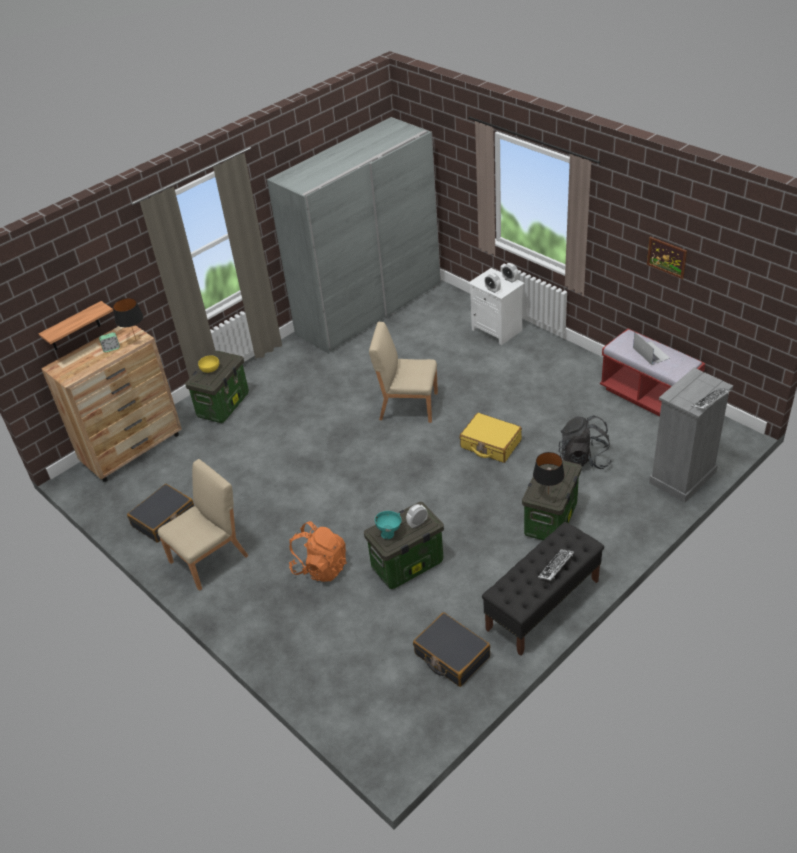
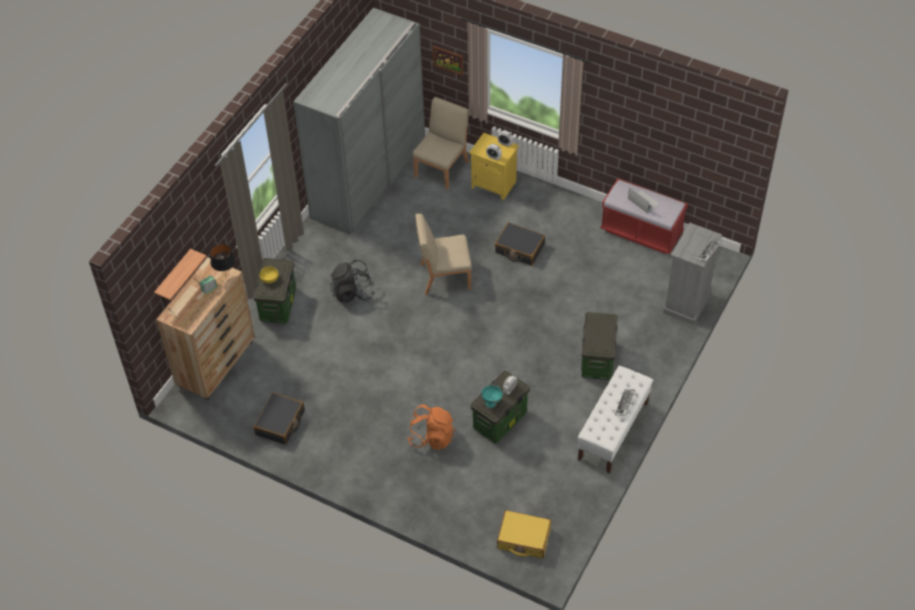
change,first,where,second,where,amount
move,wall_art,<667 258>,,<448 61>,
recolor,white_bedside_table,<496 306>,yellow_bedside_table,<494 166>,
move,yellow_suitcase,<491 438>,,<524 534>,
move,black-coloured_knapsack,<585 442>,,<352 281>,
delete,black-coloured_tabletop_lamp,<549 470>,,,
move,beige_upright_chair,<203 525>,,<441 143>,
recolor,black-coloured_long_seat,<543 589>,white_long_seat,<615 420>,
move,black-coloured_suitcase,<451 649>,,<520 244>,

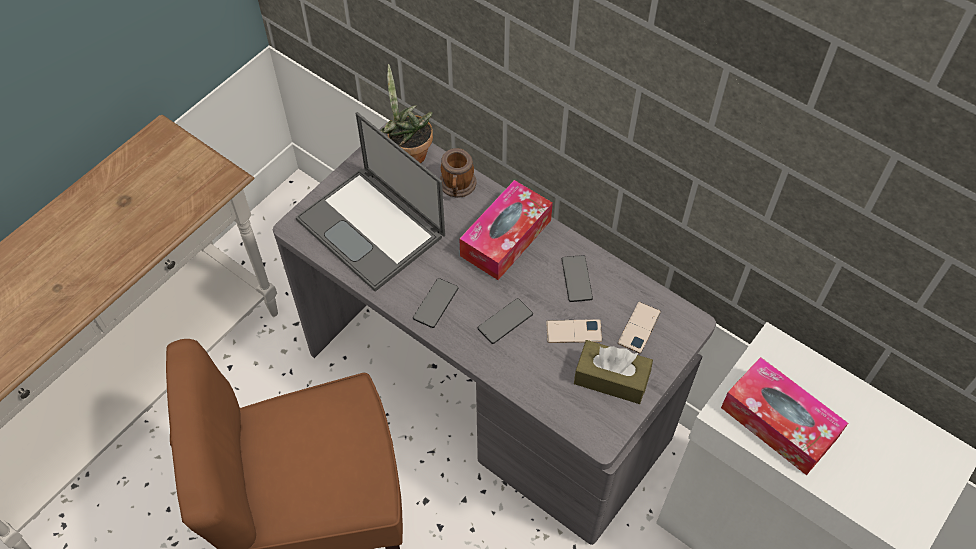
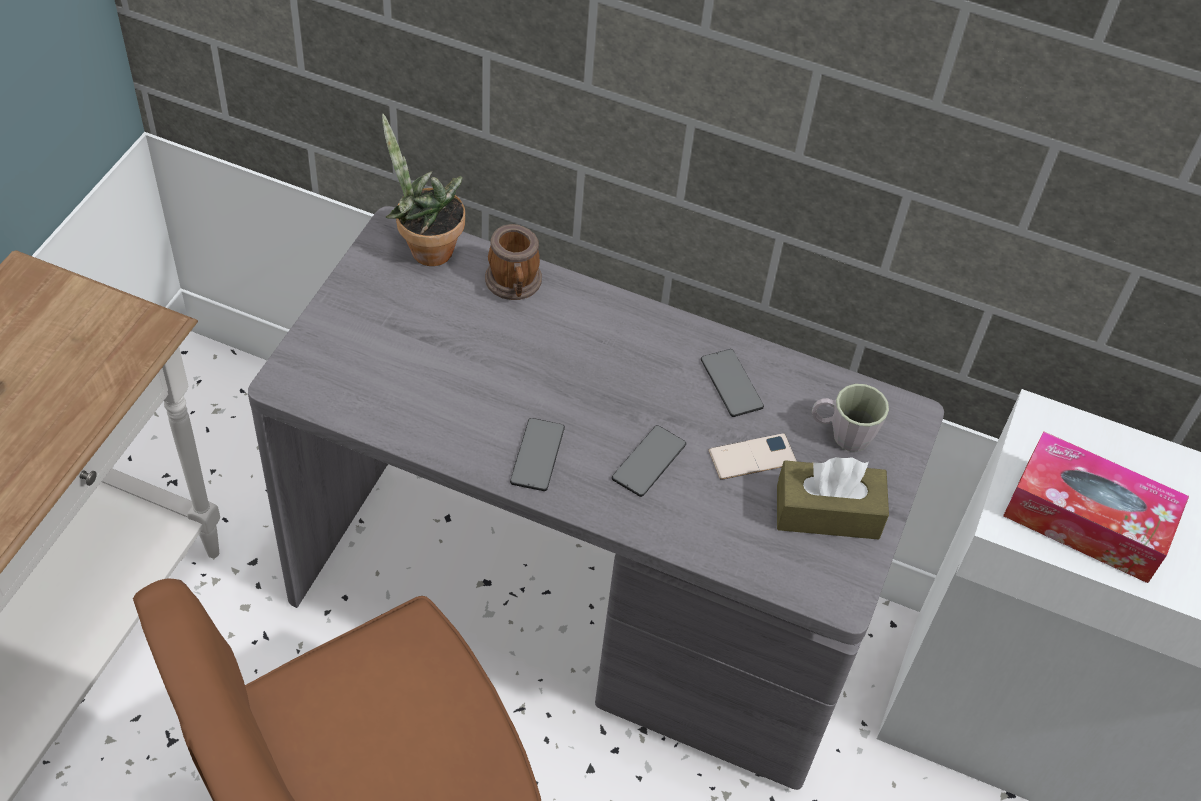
change,first,where,second,where,amount
delete,portable_computer,<370 202>,,,
delete,tissue_holder,<506 230>,,,
replace,telephone,<639 327>,greyish_mug,<850 418>,

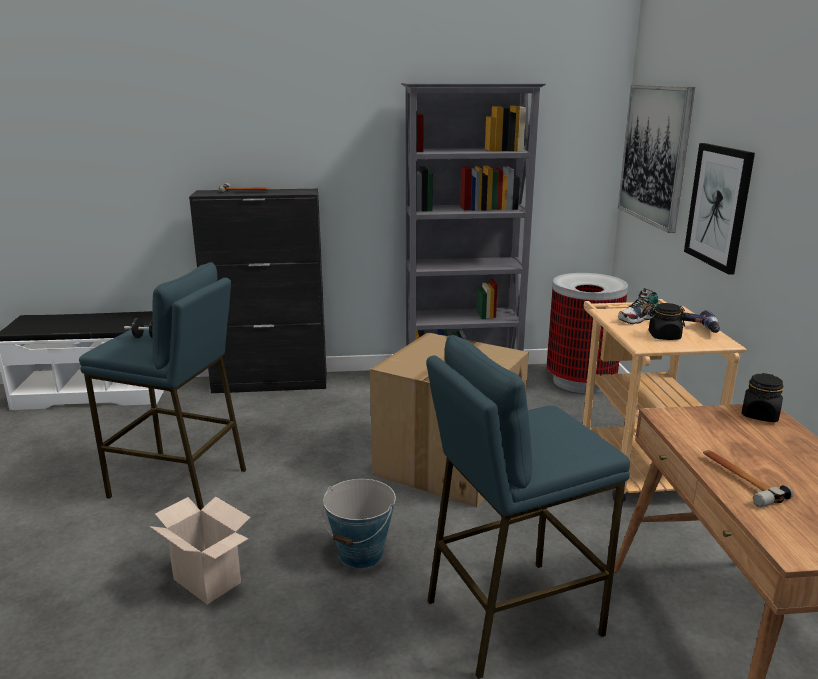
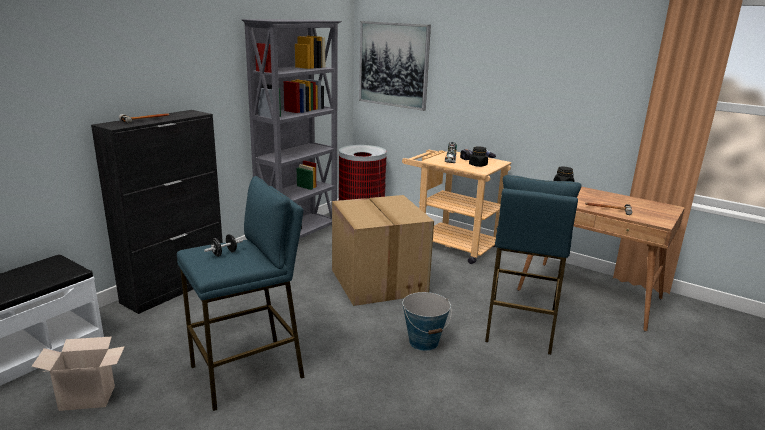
change,first,where,second,where,amount
delete,wall_art,<719 209>,,,
move,packing_box,<200 550>,,<78 373>,

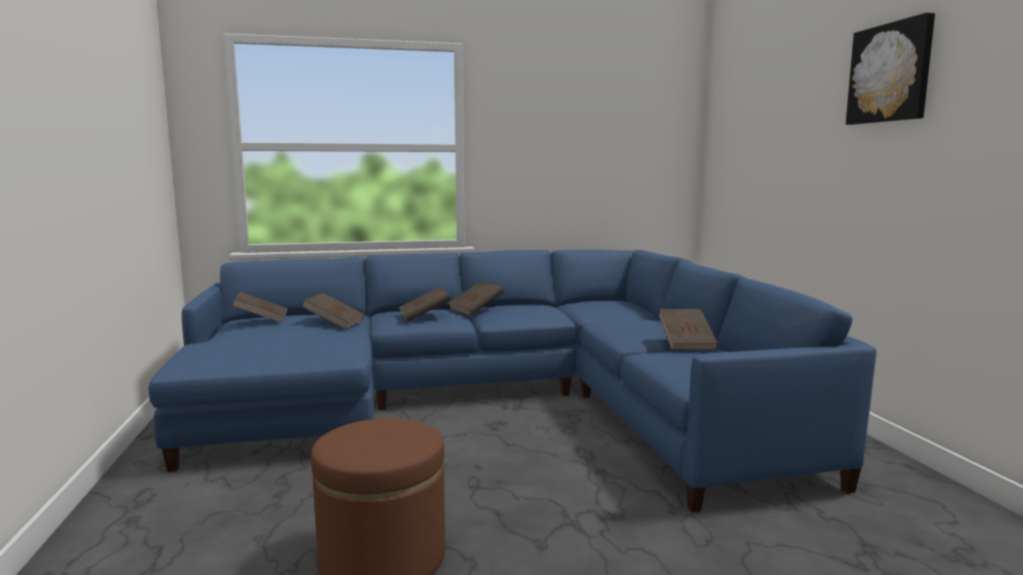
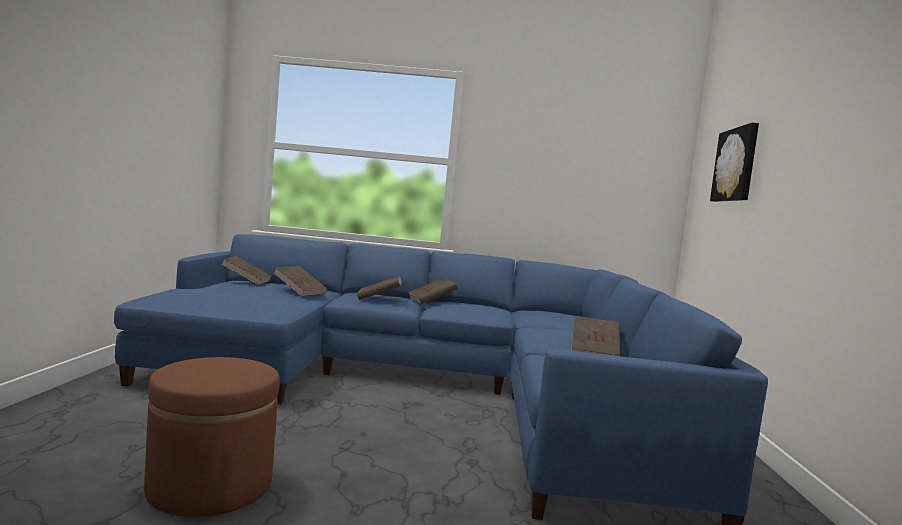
change,first,where,second,where,amount
move,wall_art,<890 68>,,<734 162>,

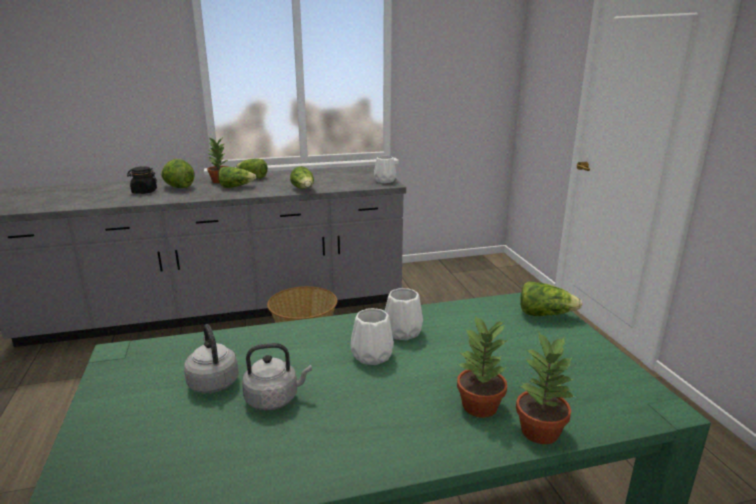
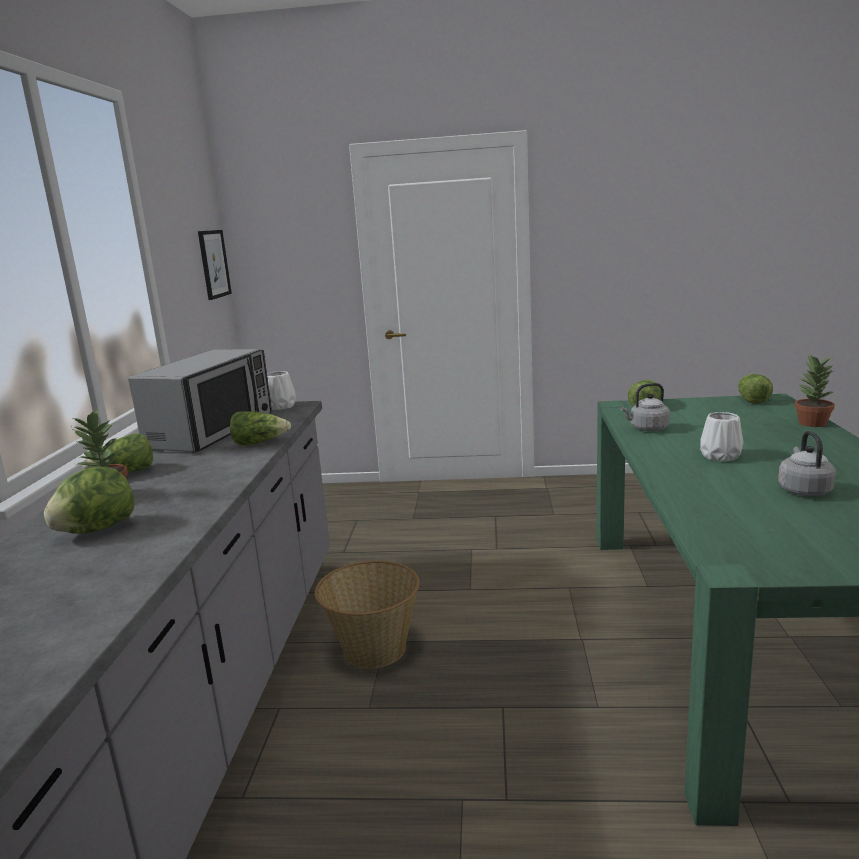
change,first,where,second,where,amount
delete,black-coloured_jar,<142 180>,,,
move,lettuce_head,<237 177>,,<755 389>,
delete,white_vase,<404 314>,,,
delete,potted_plant,<482 367>,,,
move,greyish_kettle,<211 358>,,<645 407>,
insert,,,wall_art,<215 265>,
insert,,,kitchen_microwave,<200 400>,

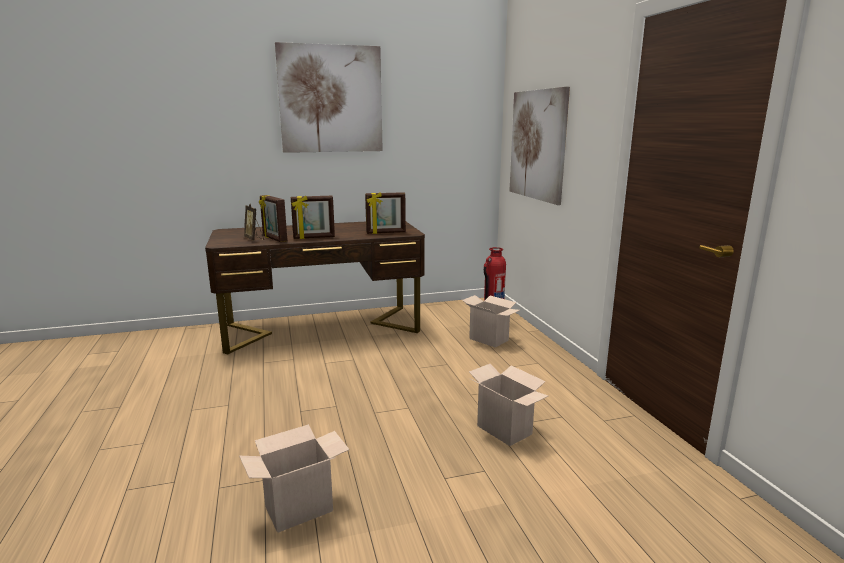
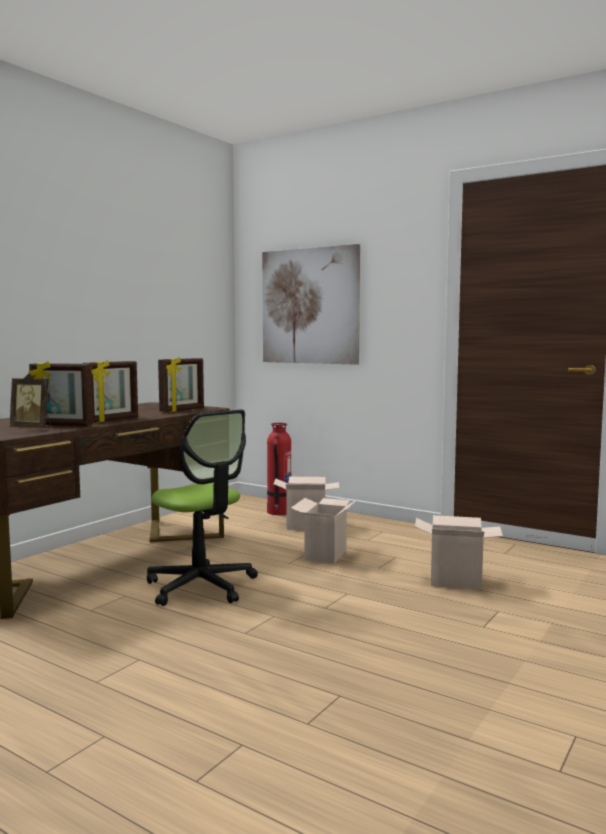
change,first,where,second,where,amount
delete,wall_art,<329 97>,,,
move,packing_box,<294 478>,,<324 531>,
insert,,,office_chair,<202 508>,

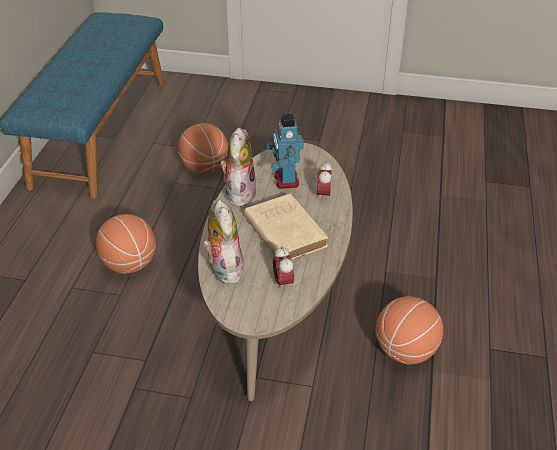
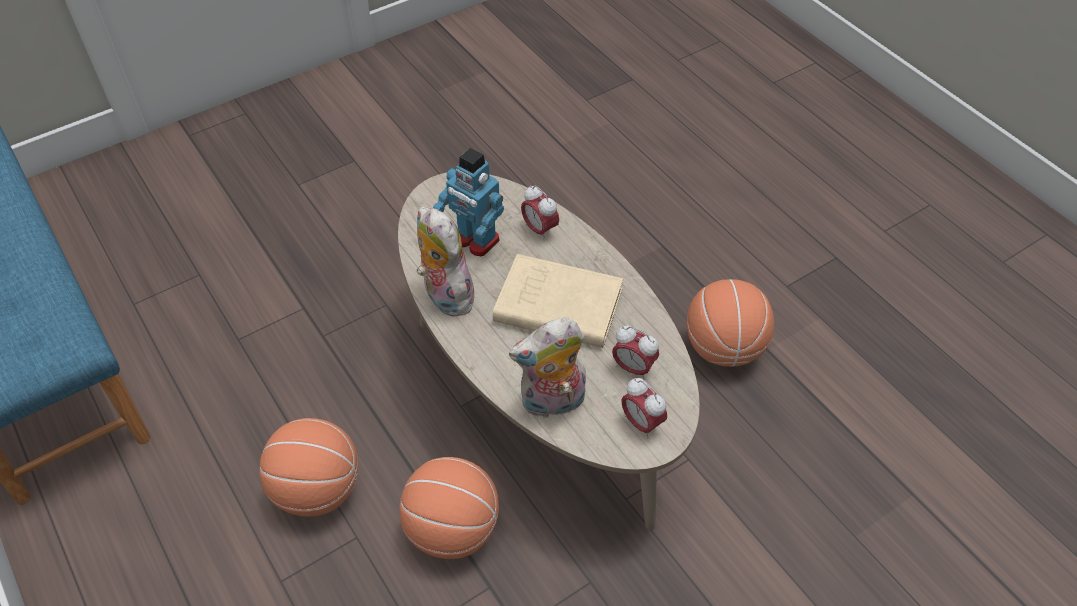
change,first,where,second,where,amount
move,basketball,<203 148>,,<449 508>,
rotate,plush_toy,<223 242>,,<547 368>,45 degrees counterclockwise
insert,,,table_clock,<644 408>,

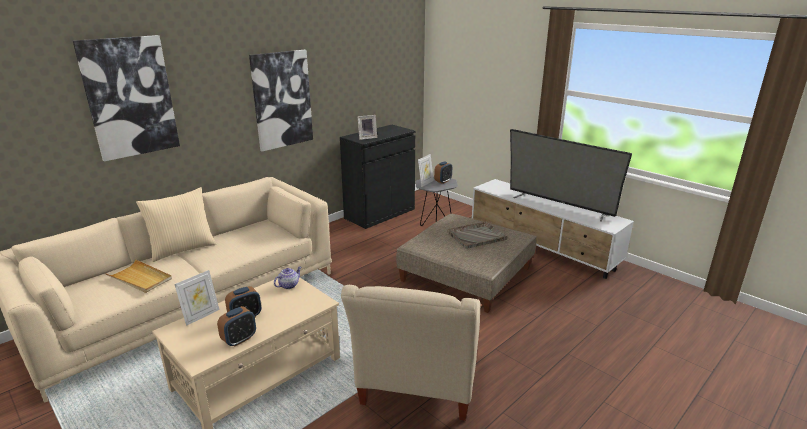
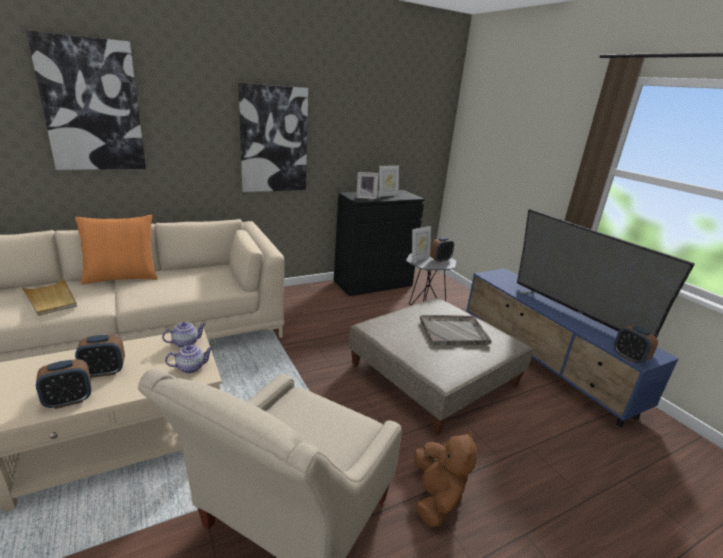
change,first,where,second,where,amount
recolor,white_tv_stand,<553 229>,bluish_tv_stand,<572 347>,
recolor,beige_pillow,<176 224>,orange-coloured_pillow,<116 250>,
move,standing_frame,<197 298>,,<389 181>,
insert,,,table_clock,<636 345>,
insert,,,pot_for_tea,<189 359>,
insert,,,brownish_plush_toy,<445 478>,

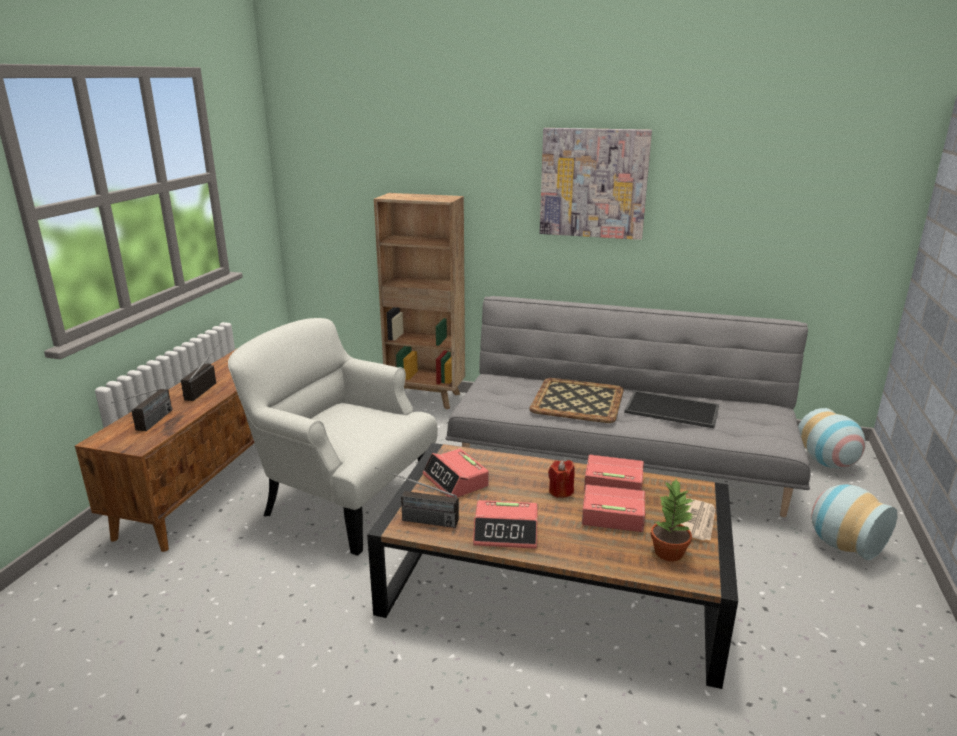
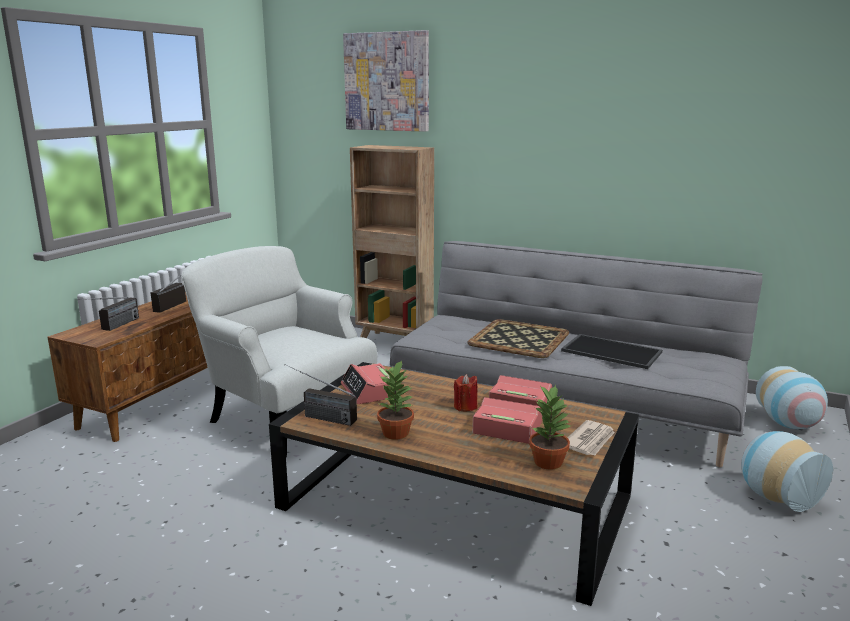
change,first,where,second,where,amount
move,wall_art,<596 184>,,<386 81>,
replace,table_clock,<505 524>,potted_plant,<395 400>,

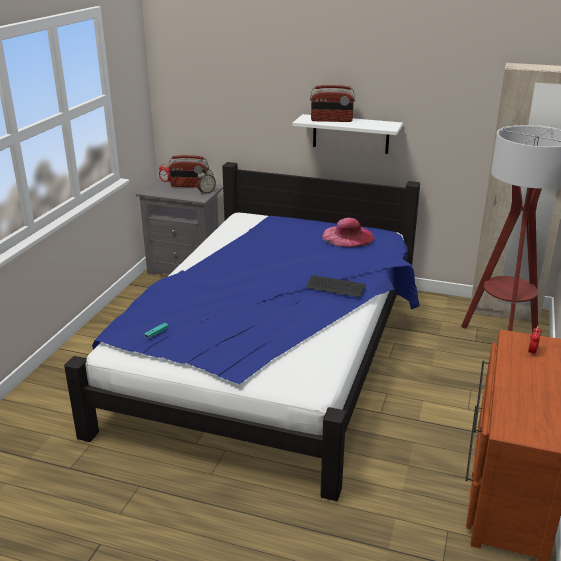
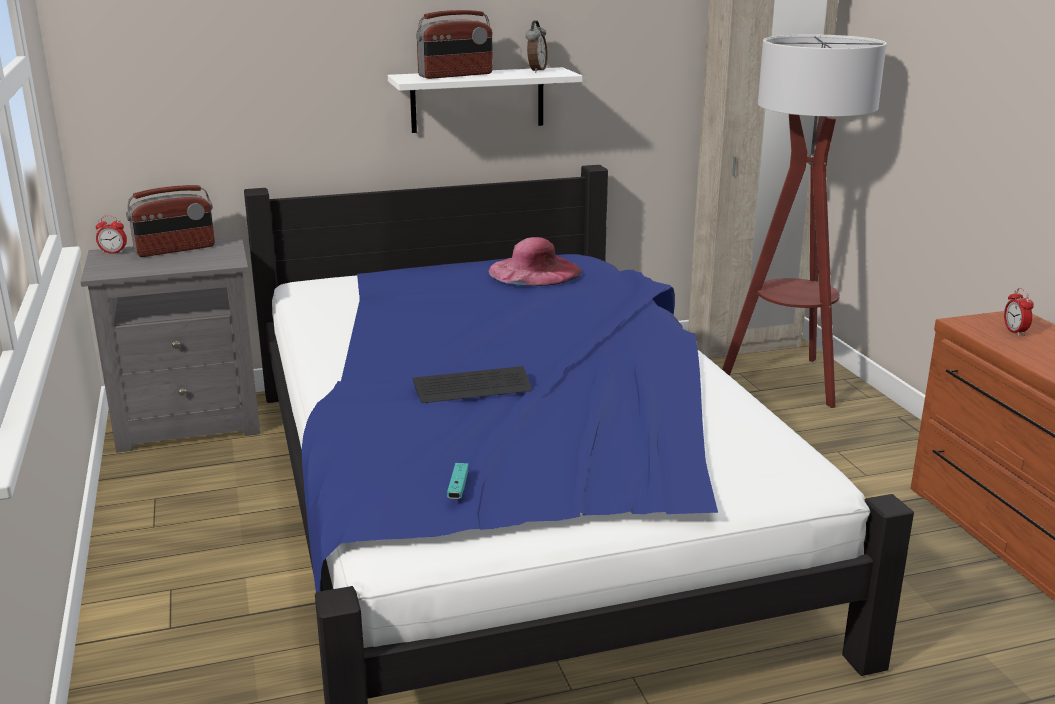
change,first,where,second,where,amount
move,table_clock,<206 181>,,<537 46>,
move,PC_keyboard,<336 286>,,<472 384>,

